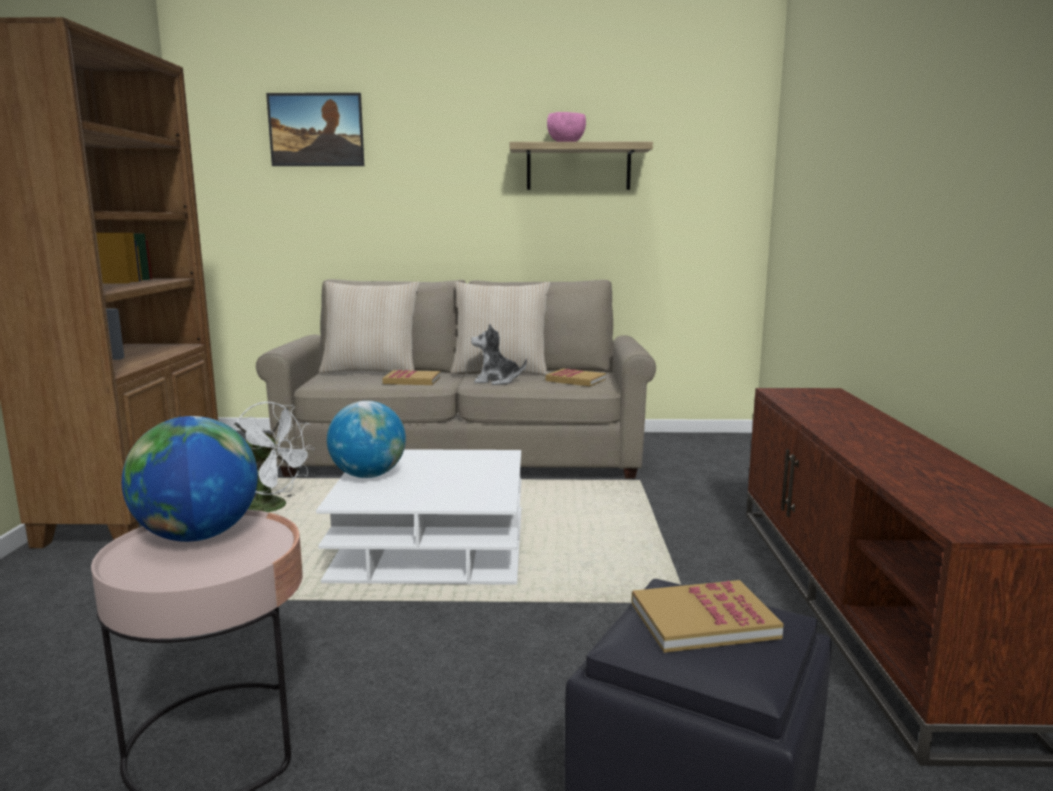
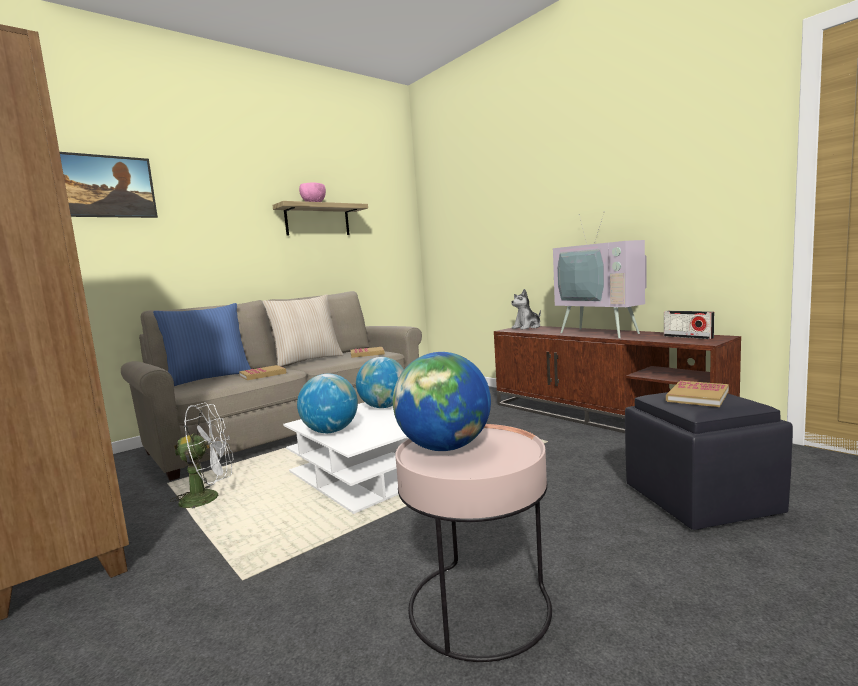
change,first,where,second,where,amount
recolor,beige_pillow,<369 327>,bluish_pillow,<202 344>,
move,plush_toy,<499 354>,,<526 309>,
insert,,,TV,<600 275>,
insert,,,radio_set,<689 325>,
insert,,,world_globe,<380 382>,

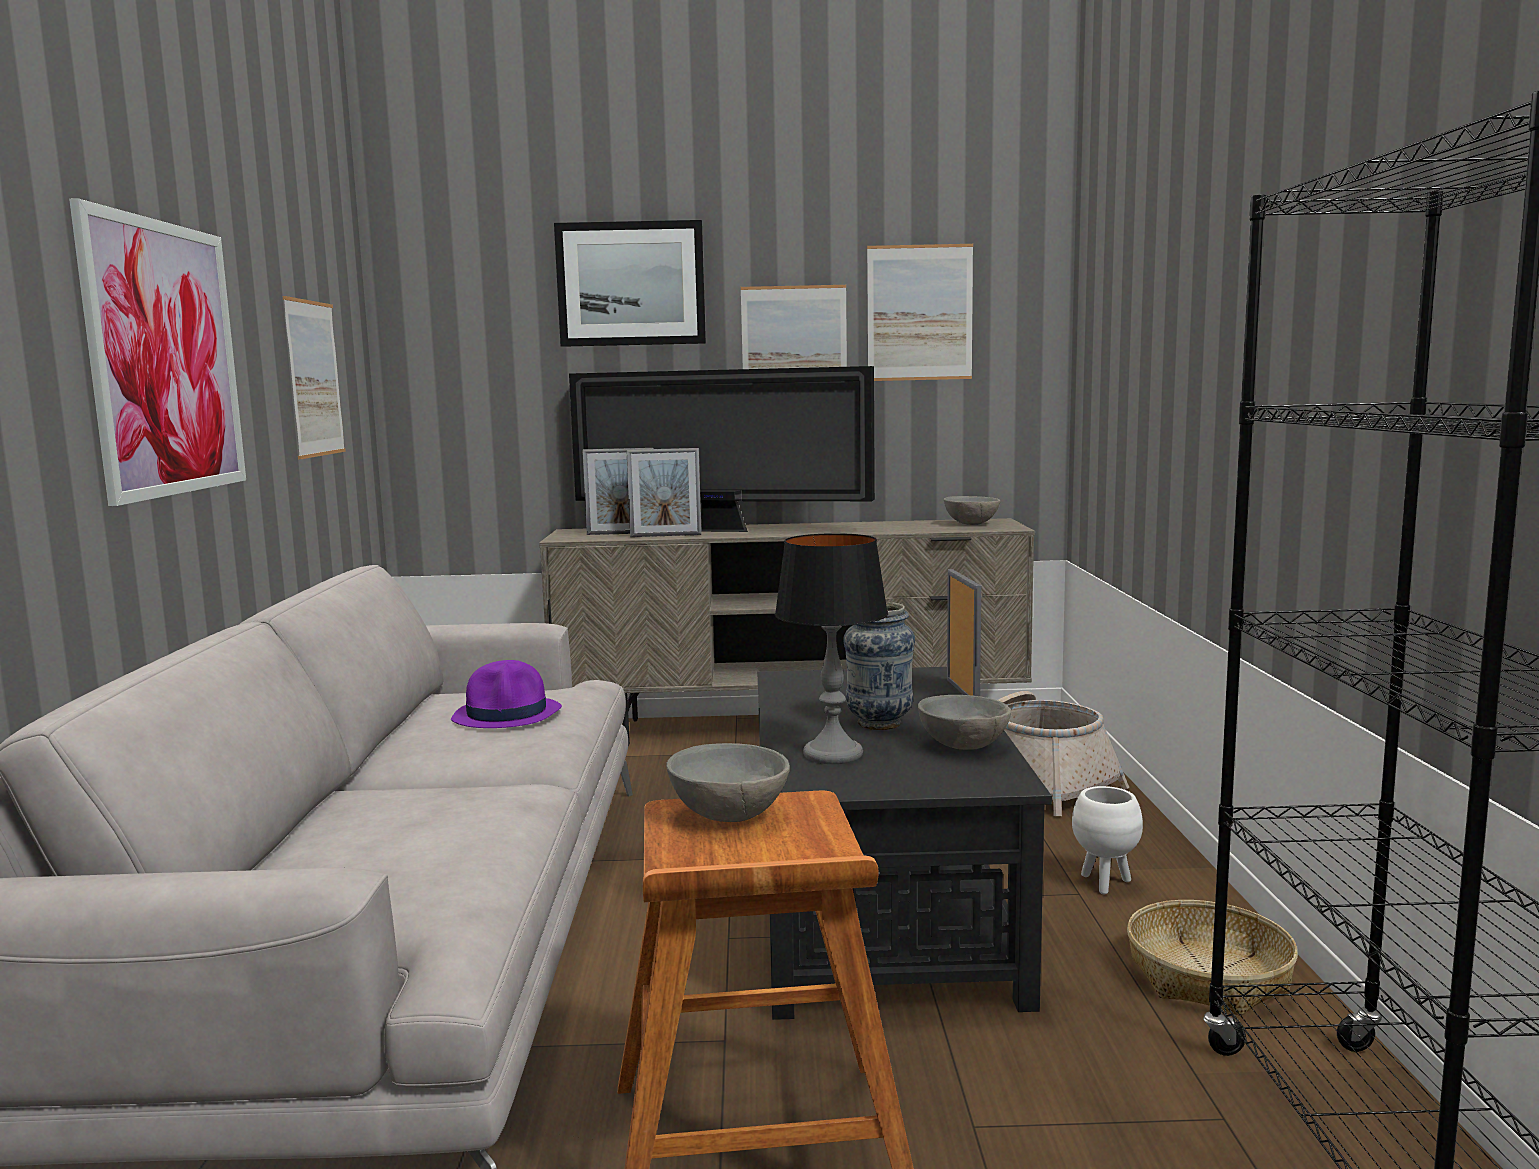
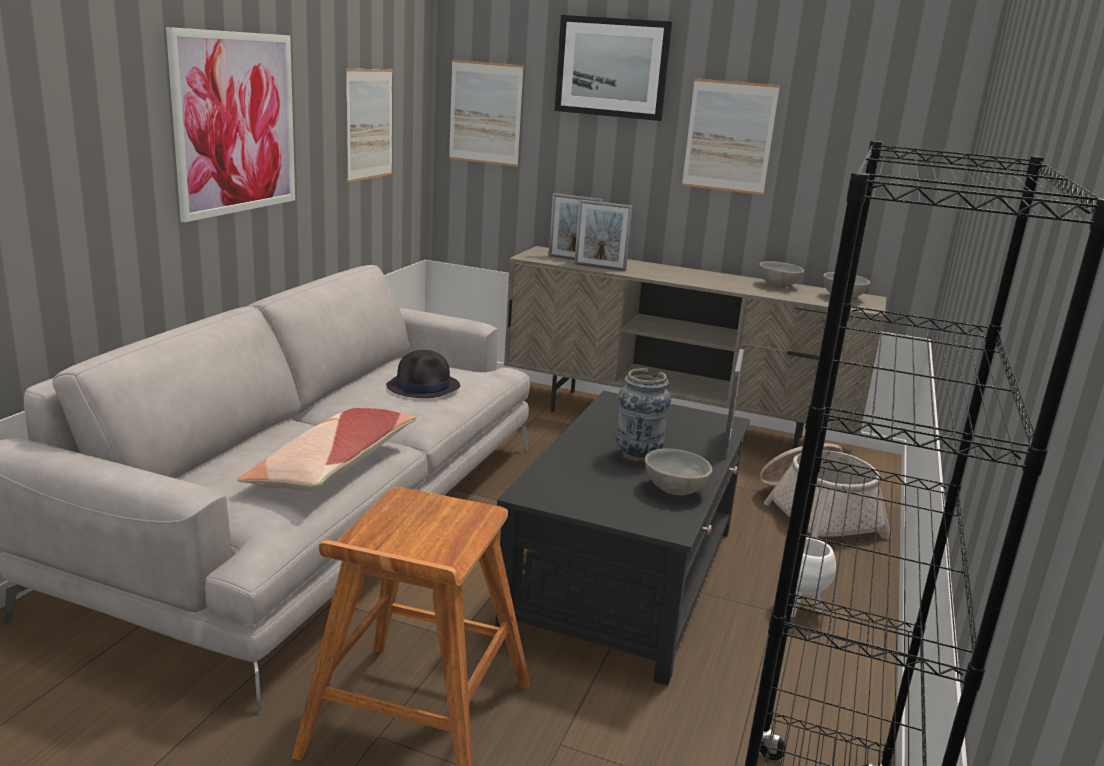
change,first,where,second,where,amount
move,wall_art,<920 312>,,<486 113>,
delete,TV,<722 449>,,,
delete,tabletop_lamp,<831 648>,,,
recolor,purple_wearable_hat,<506 694>,black-coloured_wearable_hat,<423 374>,
move,greyish_bowl,<728 782>,,<781 274>,
delete,storage_basket,<1212 958>,,,
insert,,,pillow,<327 449>,

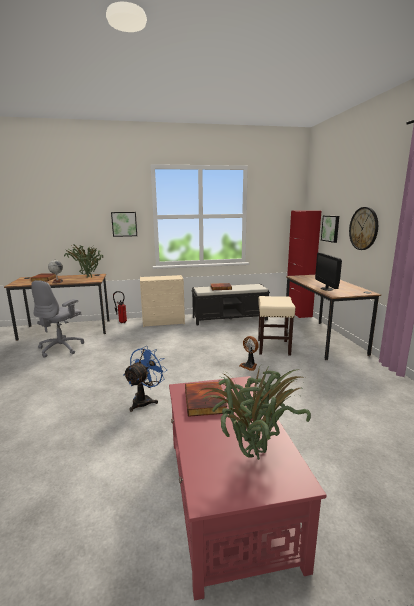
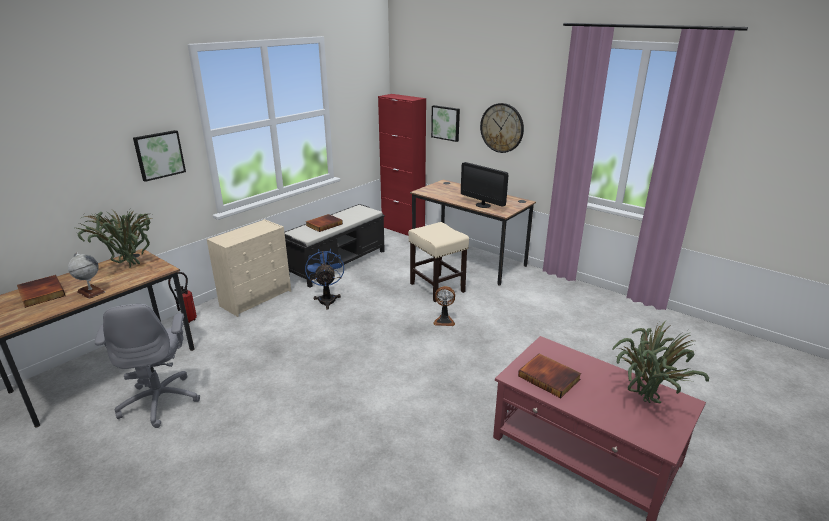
change,first,where,second,where,amount
move,bluish_electric_fan,<145 379>,,<324 279>,

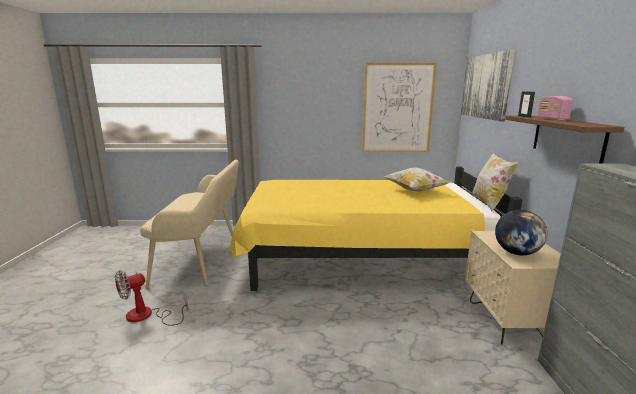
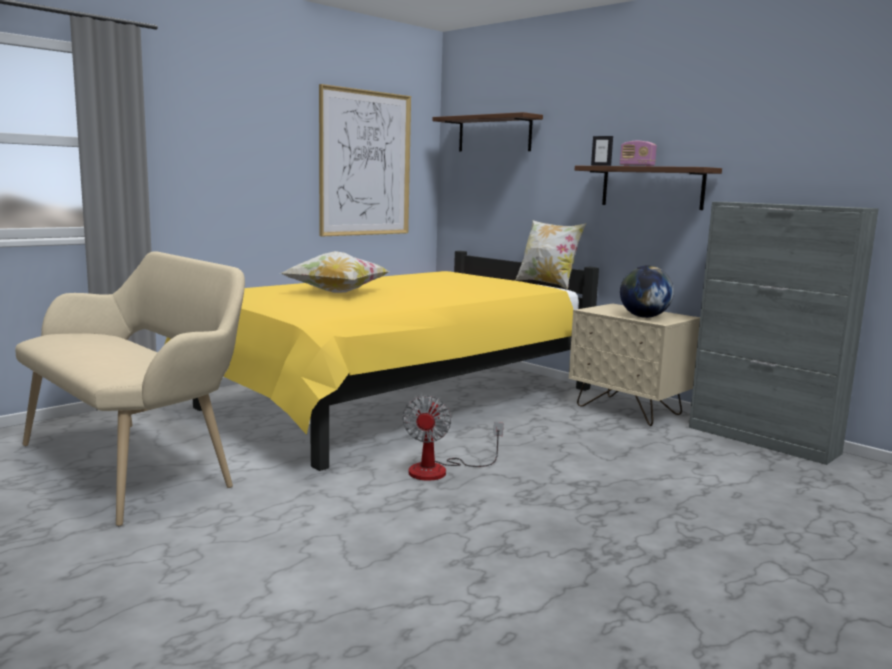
change,first,where,second,where,amount
replace,wall_art,<488 85>,brownish_shelf,<487 132>,
move,pillow,<417 179>,,<335 272>,
move,electric_fan,<151 298>,,<452 438>,

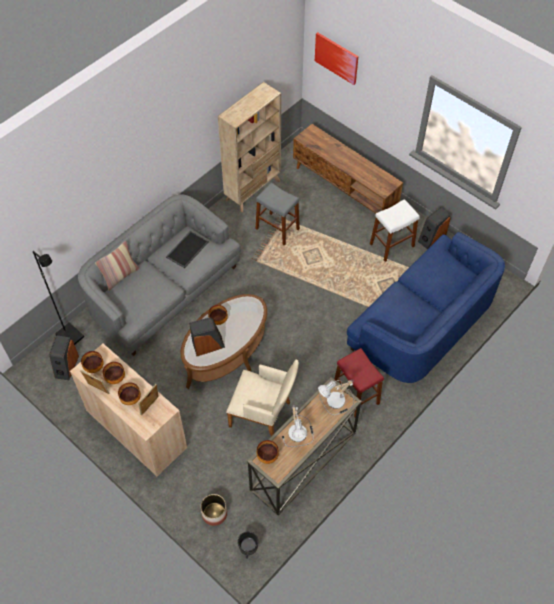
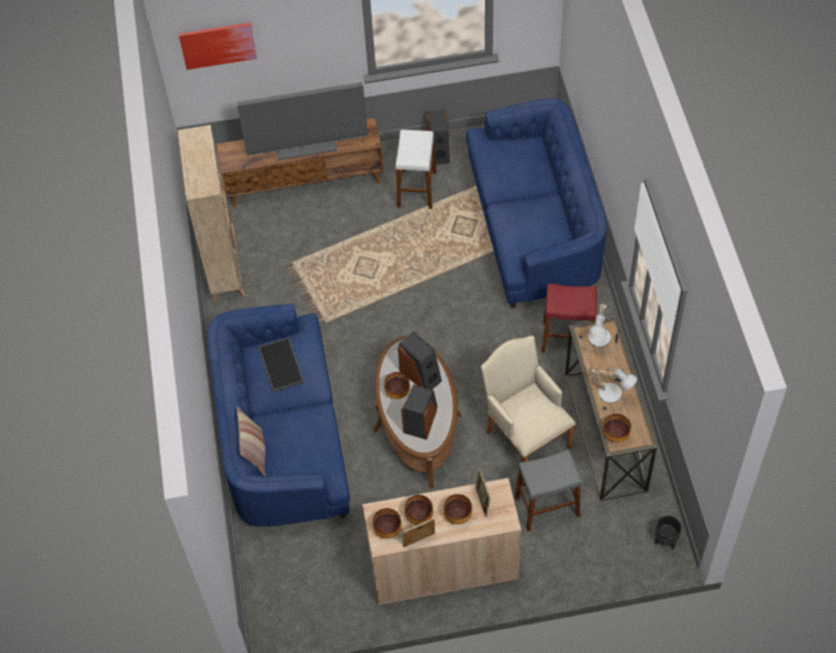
change,first,where,second,where,amount
move,greyish_sitting_stool,<278 214>,,<548 490>,
recolor,greyish_settee,<159 275>,bluish_settee,<278 415>,
delete,black-coloured_standing_lamp,<58 298>,,,
move,speaker,<64 357>,,<420 360>,
rotate,beige_lounge_chair,<262 397>,,<528 398>,90 degrees counterclockwise
delete,flower_pot,<213 510>,,,
insert,,,TV,<302 121>,

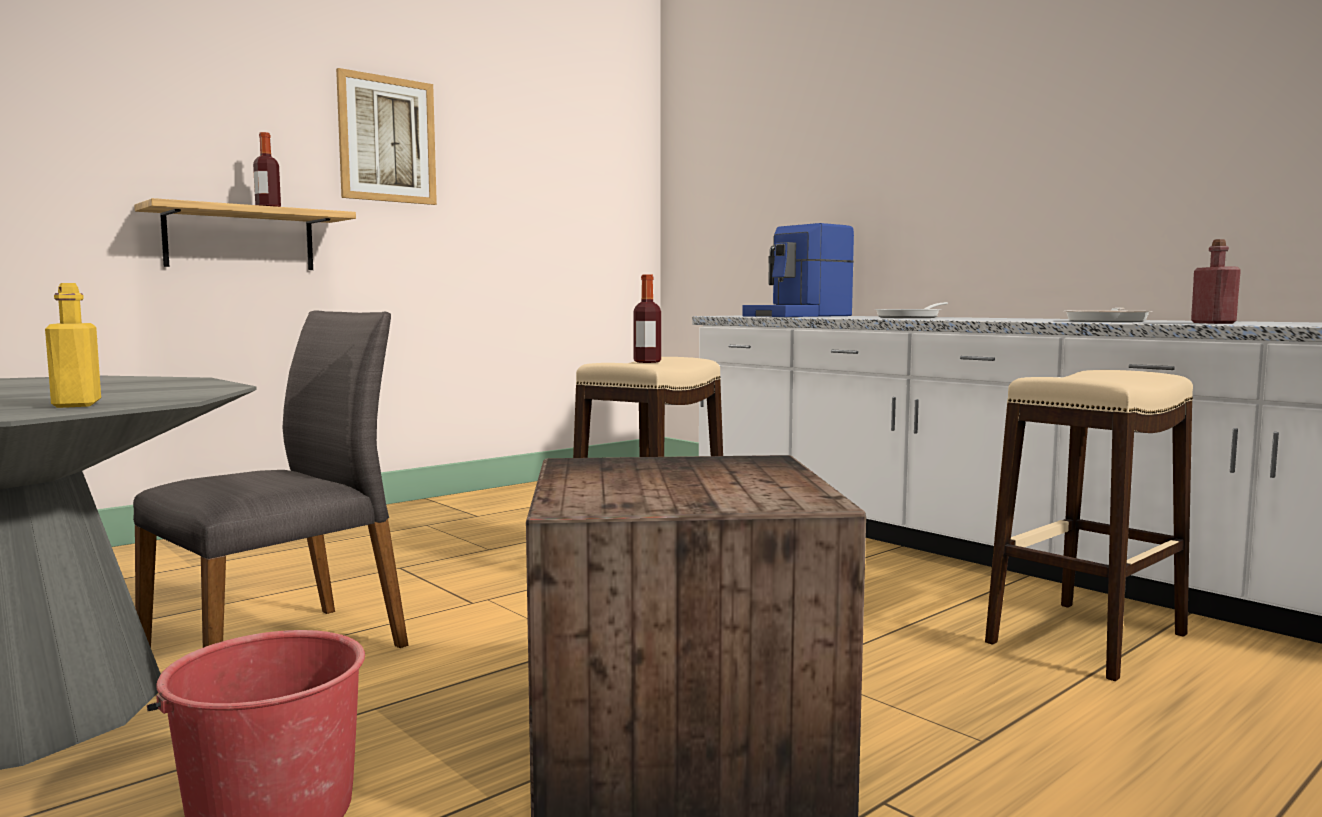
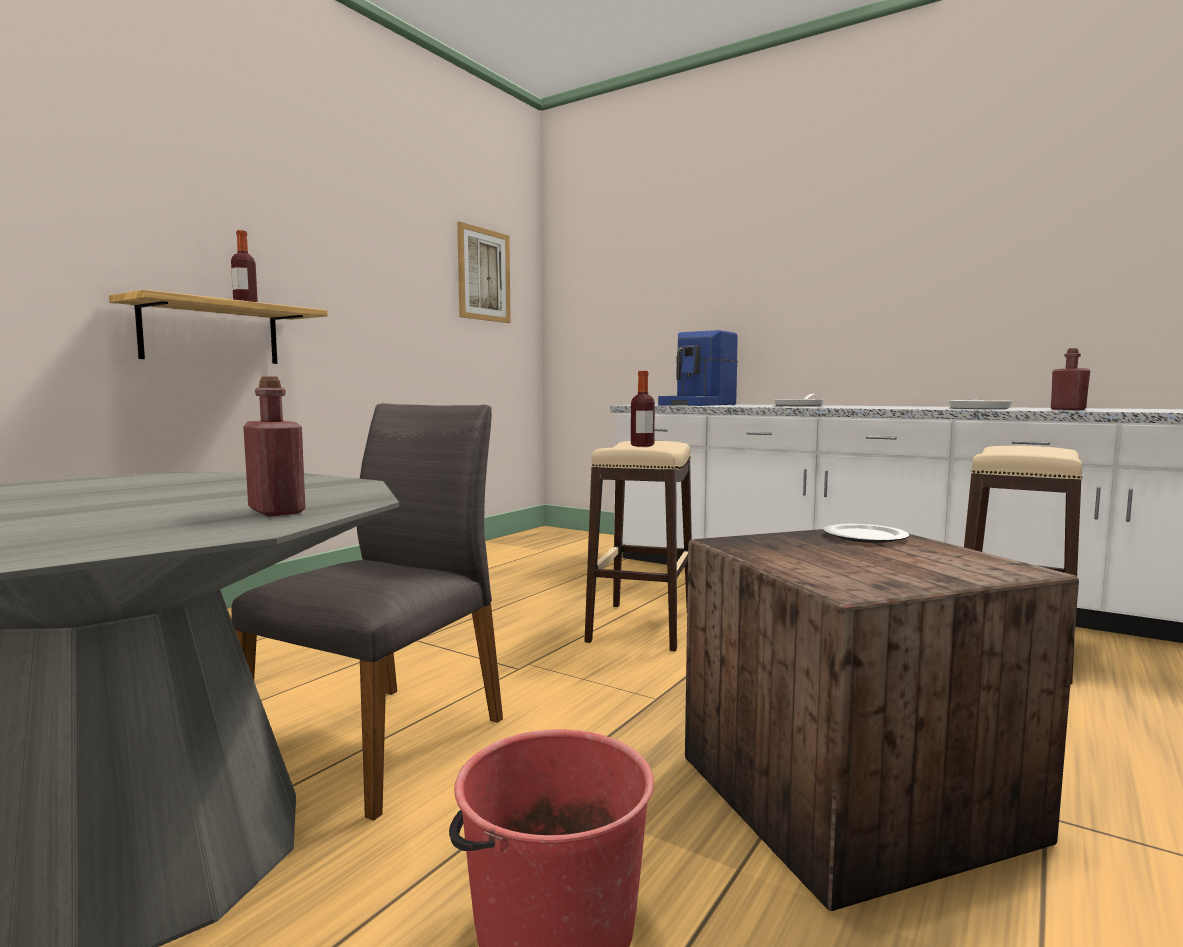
change,first,where,second,where,amount
move,wall_art,<386 136>,,<484 272>,
recolor,yellow_beverage_bottle,<73 345>,reddish_beverage_bottle,<274 446>,
insert,,,plate,<866 533>,

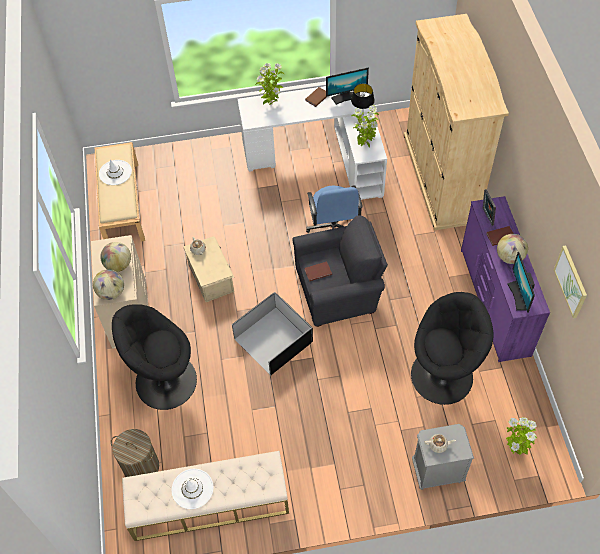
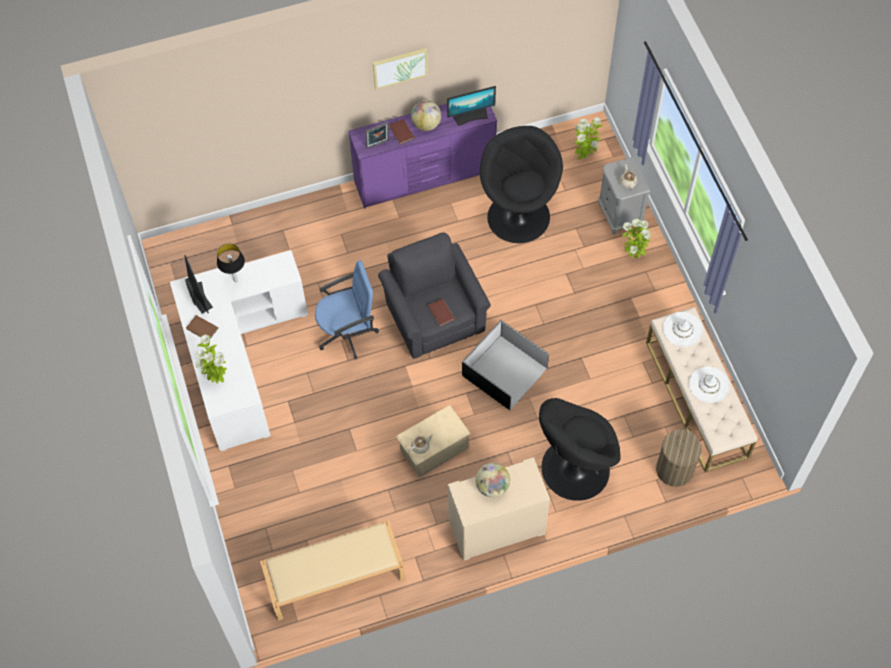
change,first,where,second,where,amount
delete,beige_clothes_cupboard,<456 122>,,,
move,potted_plant,<365 126>,,<636 238>,
move,white_wearable_hat,<115 172>,,<683 329>,
move,wall_art,<570 282>,,<400 69>,
delete,world_globe,<108 284>,,,
rotate,black-coloured_lounge_chair,<154 357>,,<580 449>,75 degrees clockwise

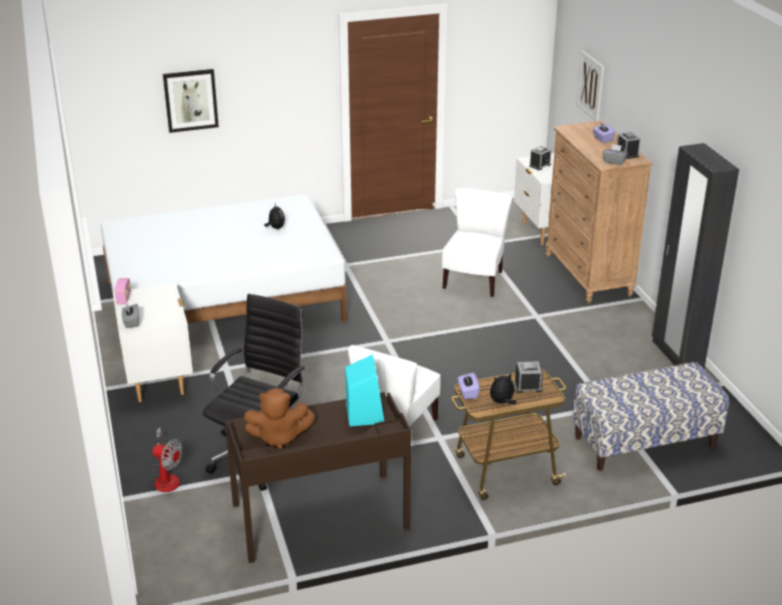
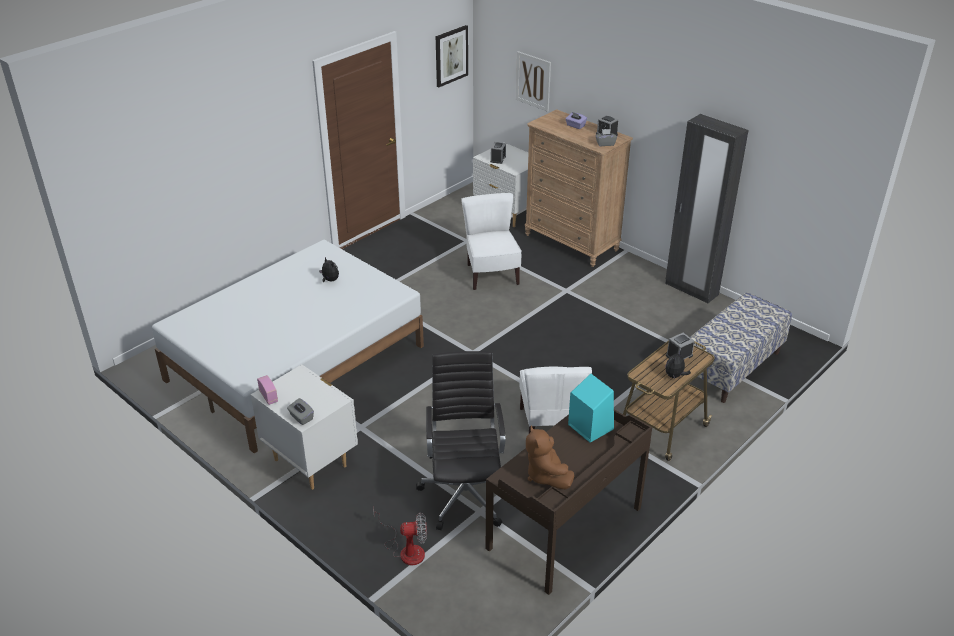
change,first,where,second,where,amount
move,wall_art,<191 101>,,<452 56>,
delete,purple_tissue_holder,<469 386>,,,
rotate,brownish_plush_toy,<279 418>,,<550 457>,105 degrees clockwise

